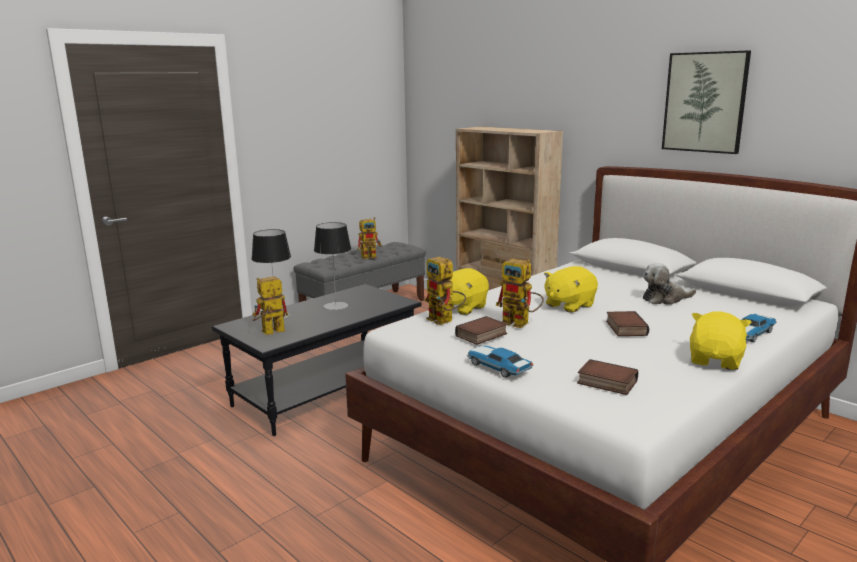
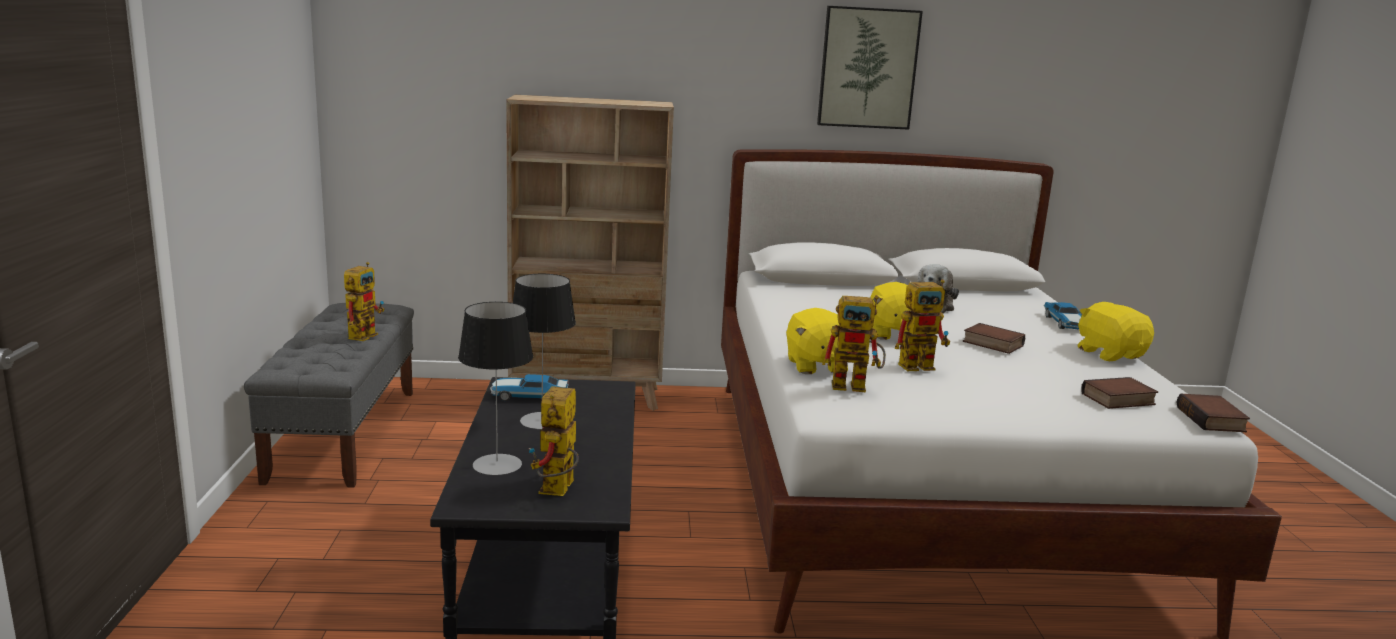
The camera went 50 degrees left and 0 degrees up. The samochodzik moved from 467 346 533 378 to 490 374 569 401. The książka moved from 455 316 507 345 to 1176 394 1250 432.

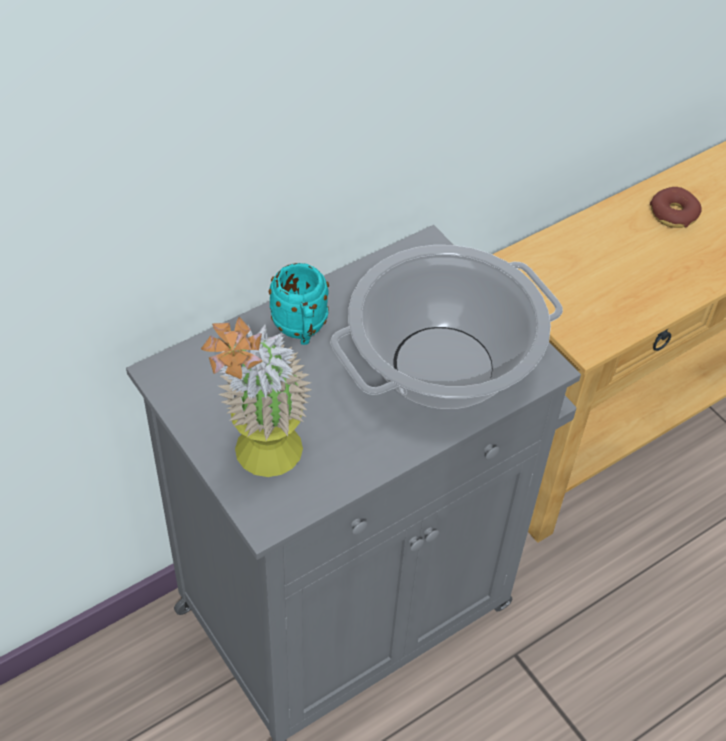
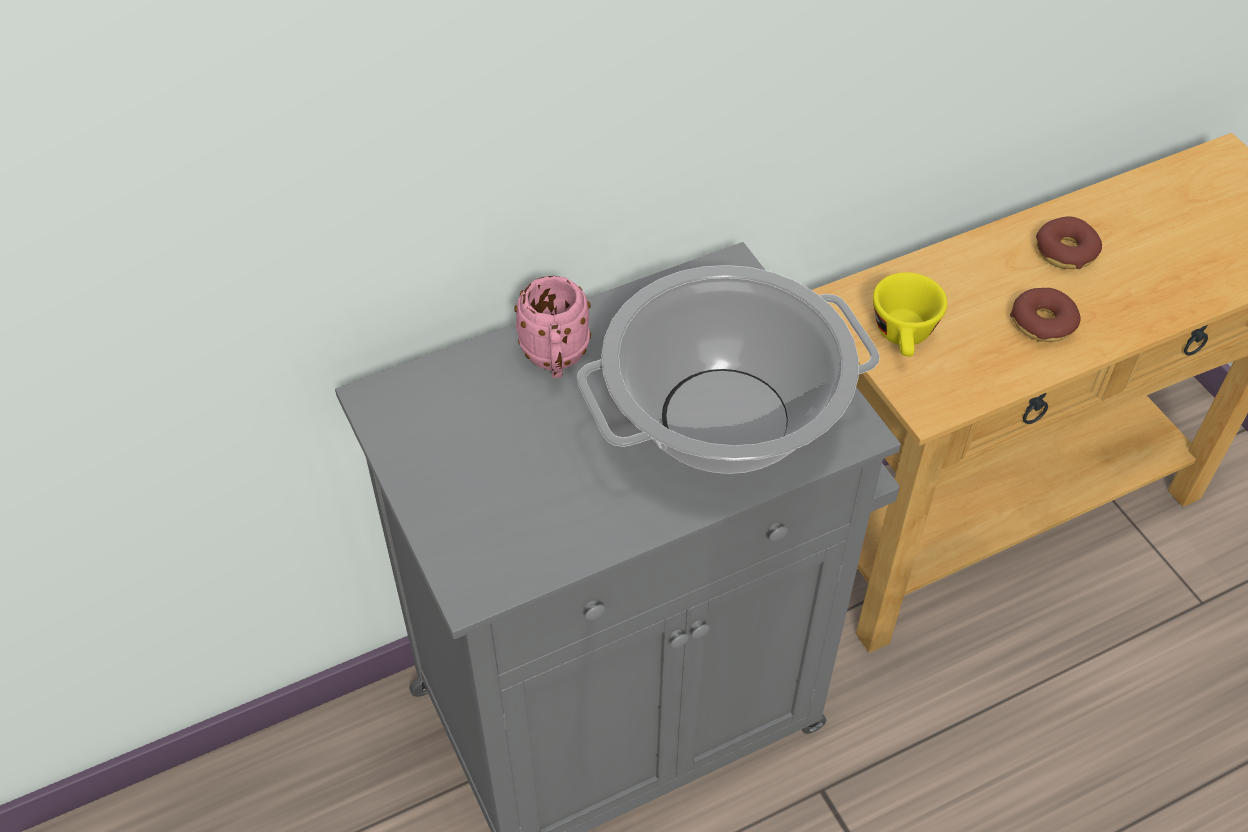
The camera went 10 degrees right and 0 degrees up. The kubek (turkusowy) at 269 263 329 345 became the kubek (różowy) at 514 276 591 378. The filiżanka (żółty) at 873 272 947 357 appeared. The donut at 1010 288 1081 342 appeared. The roślina doniczkowa at 201 317 312 477 disappeared.

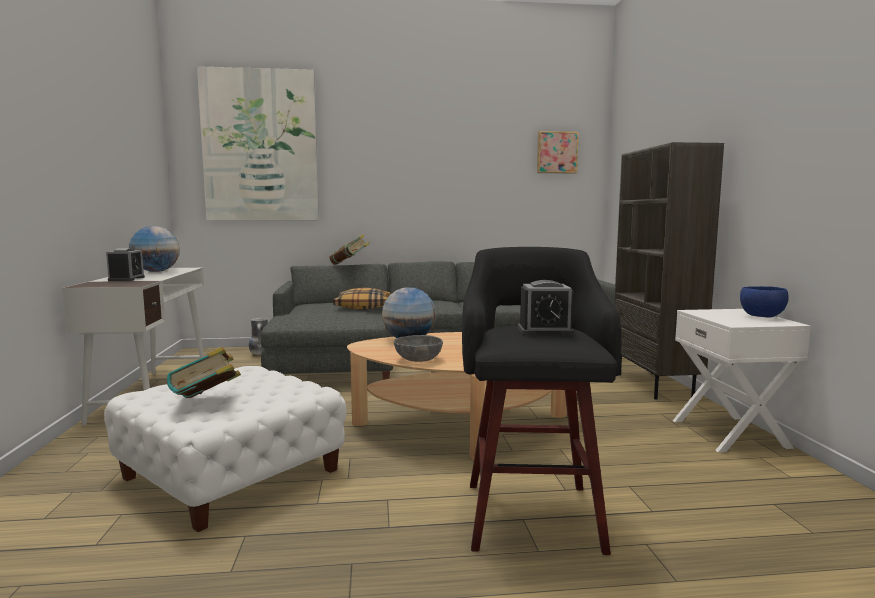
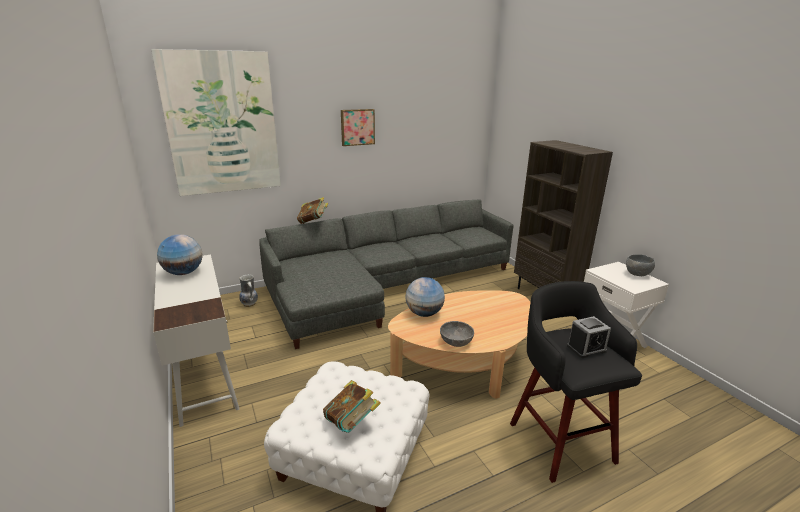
The camera went 20 degrees left and 15 degrees up. The obraz moved from 537 131 579 173 to 341 109 375 146. The miska (niebieski) at 740 286 789 318 became the miska (szary) at 626 254 655 276. The budzik at 106 248 145 281 disappeared. The poduszka at 333 288 391 310 disappeared.

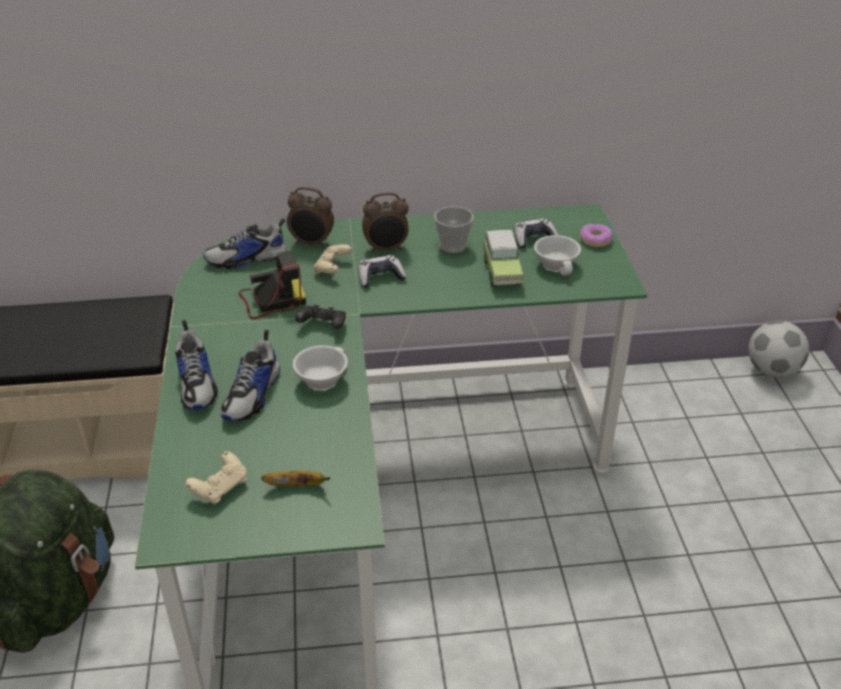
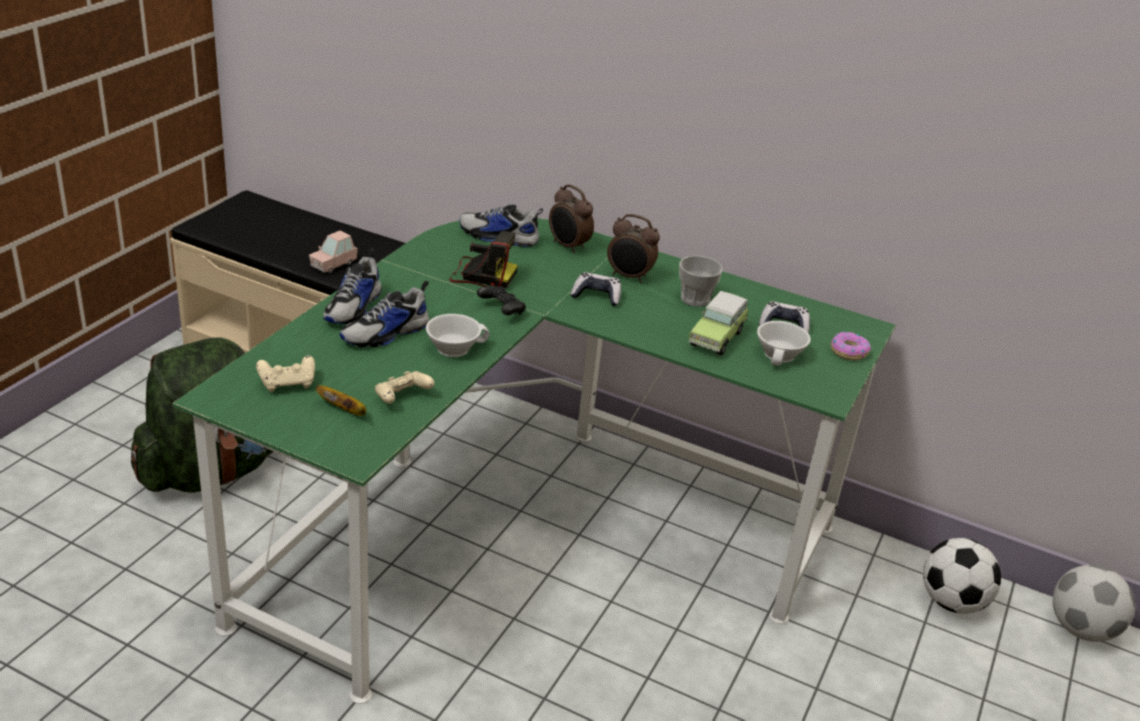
The camera went 30 degrees right and 5 degrees down. The samochodzik (różowy) at 309 230 358 273 appeared. The pad do gier (beżowy) moved from 313 244 352 274 to 375 371 435 404. The piłka futbolowa at 923 538 1001 614 appeared.

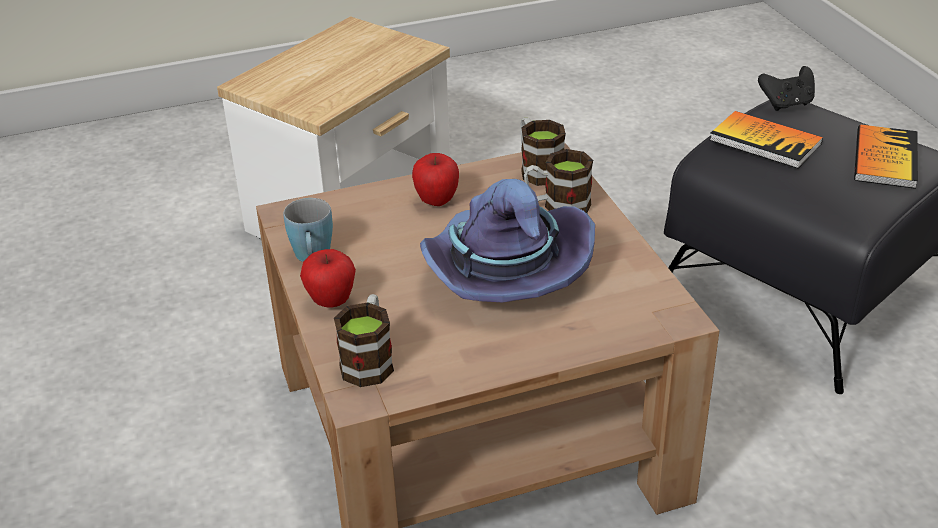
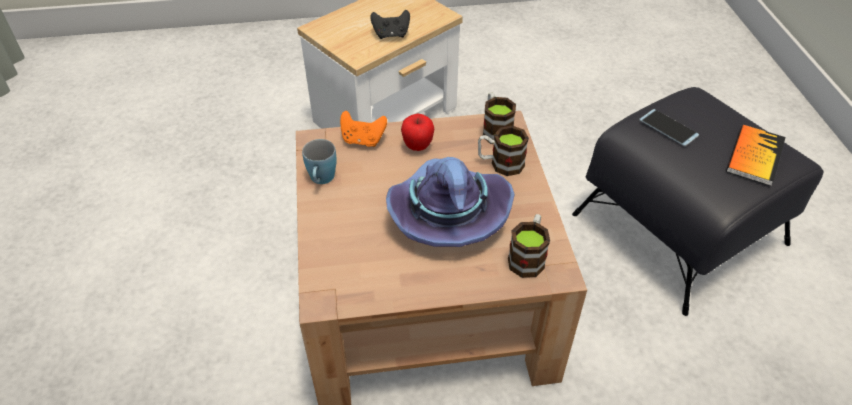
The camera went 10 degrees right and 10 degrees up. The pad do gier (pomarańczowy) at 340 111 387 147 appeared. The pad do gier (czarny) moved from 758 66 815 111 to 370 10 410 39. The kubek moved from 334 294 394 387 to 508 214 550 278. The książka at 710 111 823 168 was replaced by the telefon at 639 109 699 146. The jabłko at 300 249 356 308 disappeared.

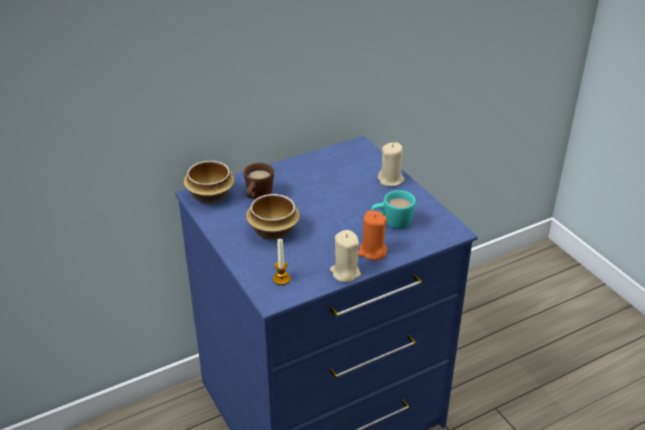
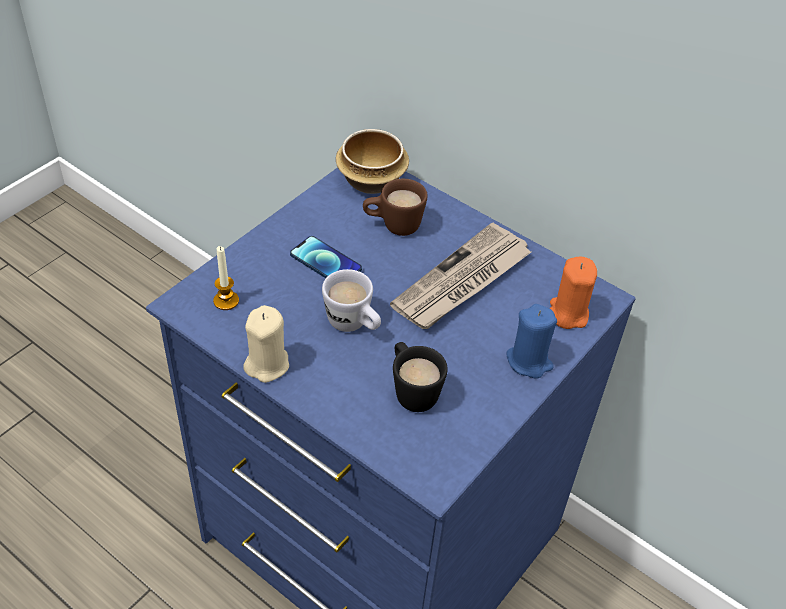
The camera went 65 degrees right and 10 degrees up. The miska at 246 194 300 240 was replaced by the telefon at 290 236 362 278. The kubek (biały) at 322 269 381 332 appeared. The gazeta at 390 223 531 329 appeared. The kubek (turkusowy) at 371 190 416 229 became the kubek (czarny) at 393 342 448 412. The świeca (beżowy) at 378 142 404 186 became the świeca (niebieski) at 506 304 557 379. The świeca (pomarańczowy) moved from 358 210 388 260 to 550 256 597 329.

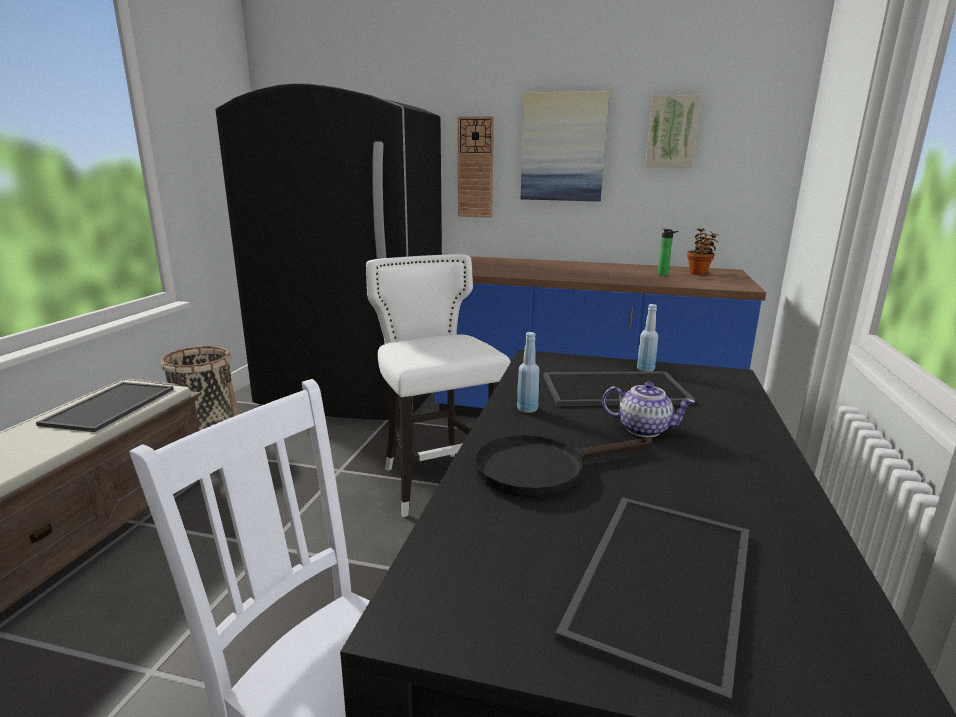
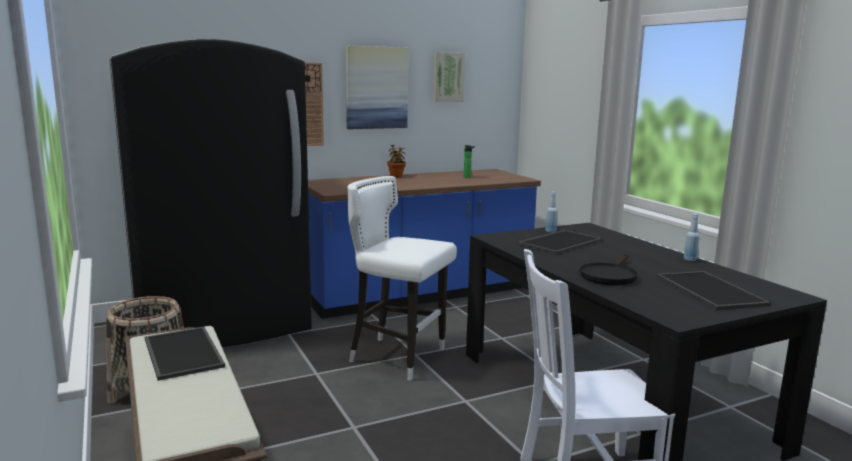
The camera went 40 degrees left and 5 degrees down. The roślina doniczkowa moved from 687 228 719 275 to 387 144 406 178. The butelka (niebieski) moved from 517 332 540 413 to 684 214 699 261. The imbryk at 602 382 695 437 disappeared.

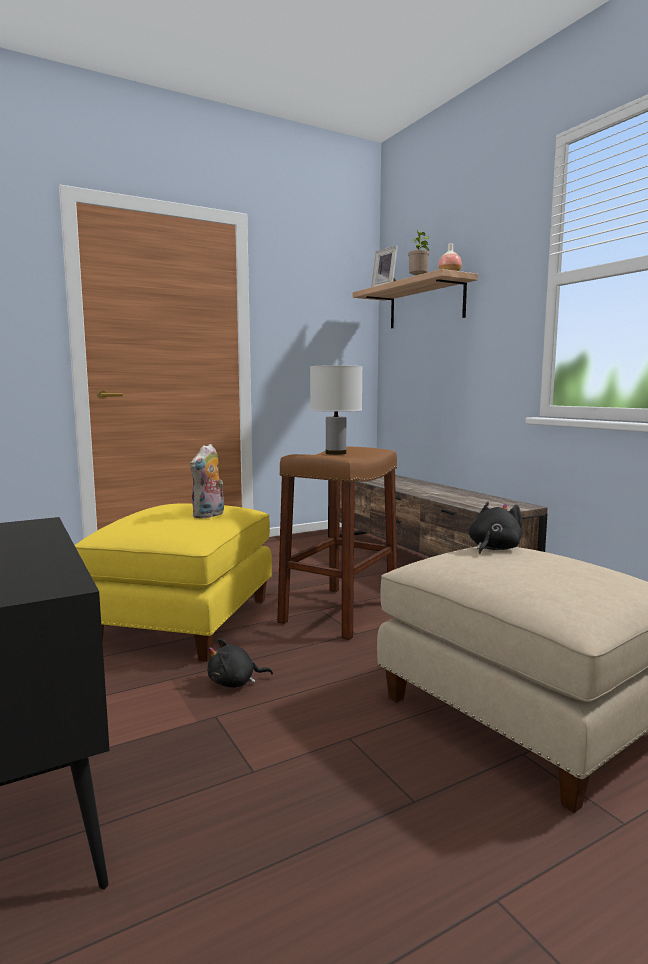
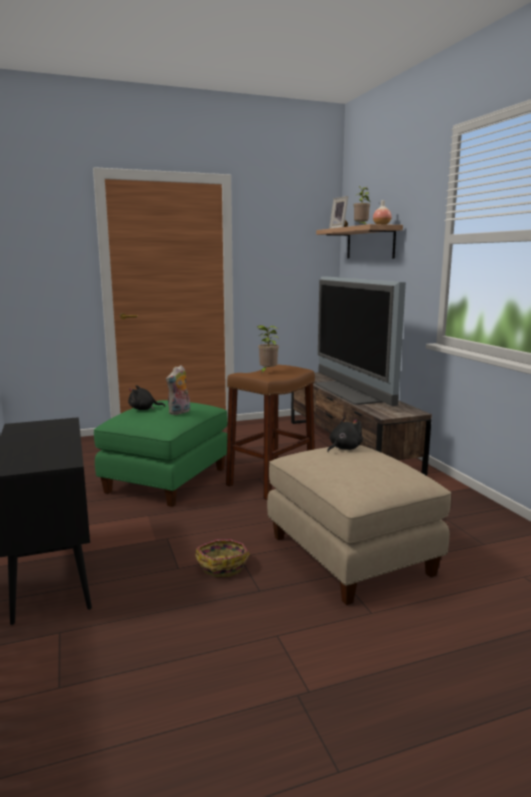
The camera went 10 degrees right and 5 degrees up. The pufa (żółty) at 75 503 272 662 became the pufa (zielony) at 94 400 227 507. The pluszak (czarny) moved from 207 638 273 688 to 128 385 165 410. The koszyk at 195 539 250 577 appeared. The lampa stołowa (biały) at 310 365 363 455 was replaced by the roślina doniczkowa at 257 325 279 374. The telewizor at 316 277 406 406 appeared.

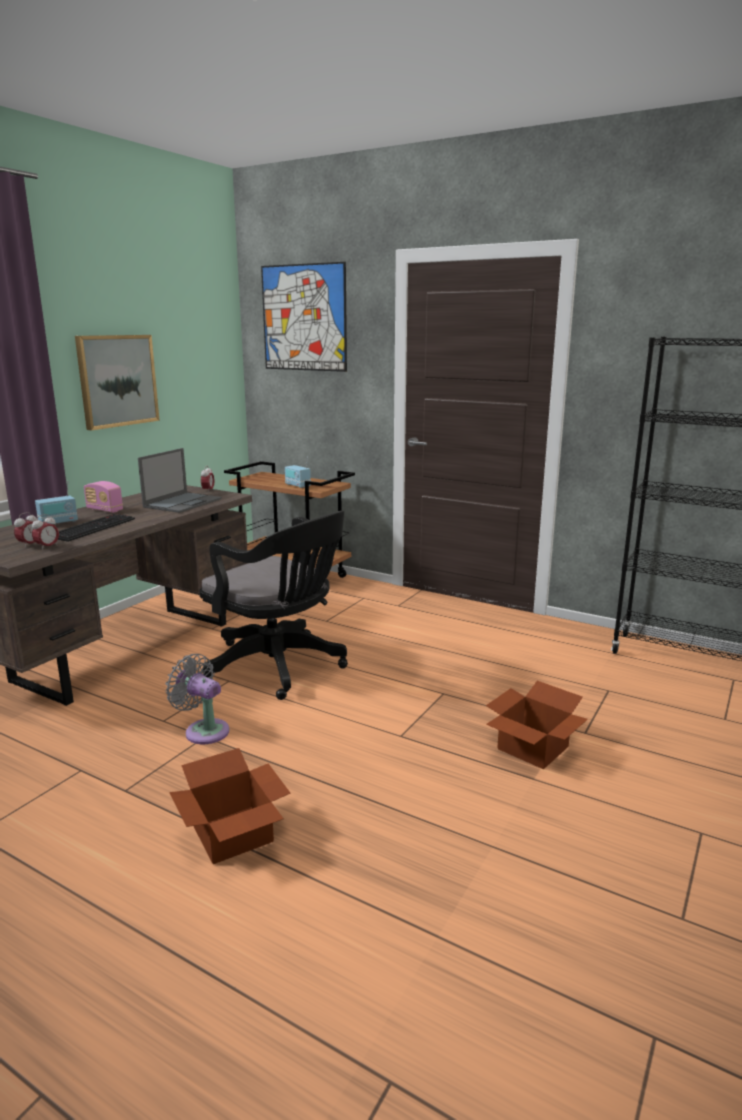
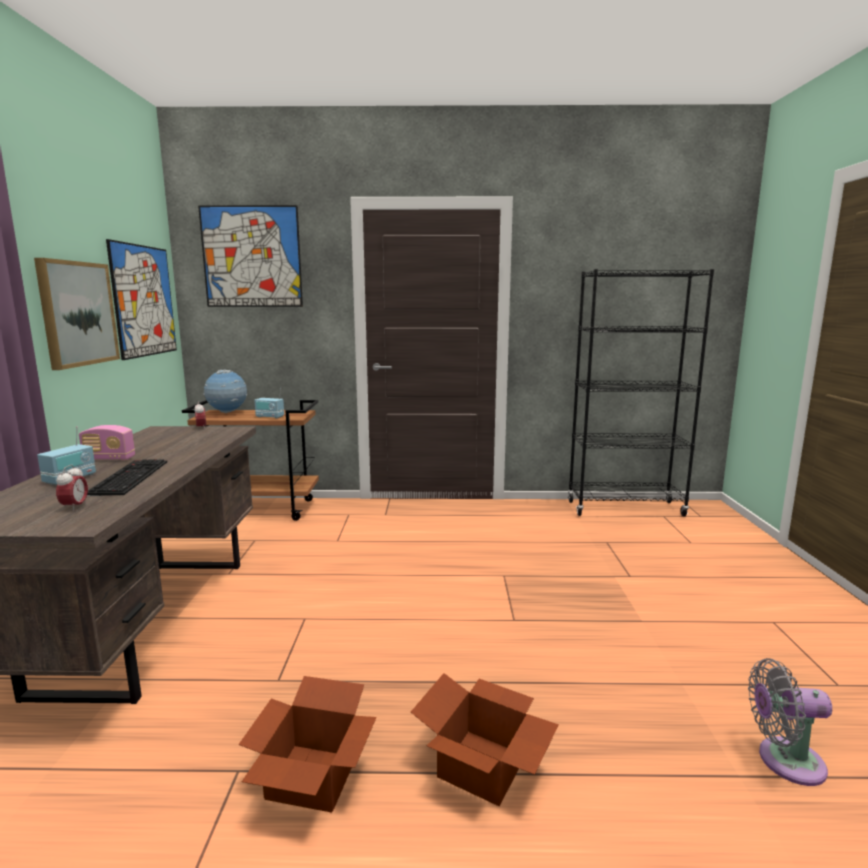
The camera went 30 degrees left and 5 degrees down. The obraz at 106 239 177 360 appeared. The globus at 203 370 247 413 appeared. The karton moved from 486 681 588 769 to 239 676 376 813. The wentylator (szary) moved from 165 654 229 744 to 748 658 832 786. The budzik at 32 514 59 550 disappeared. The laptop at 138 448 222 513 disappeared. The krzesło biurowe (czarny) at 199 511 348 700 disappeared.

